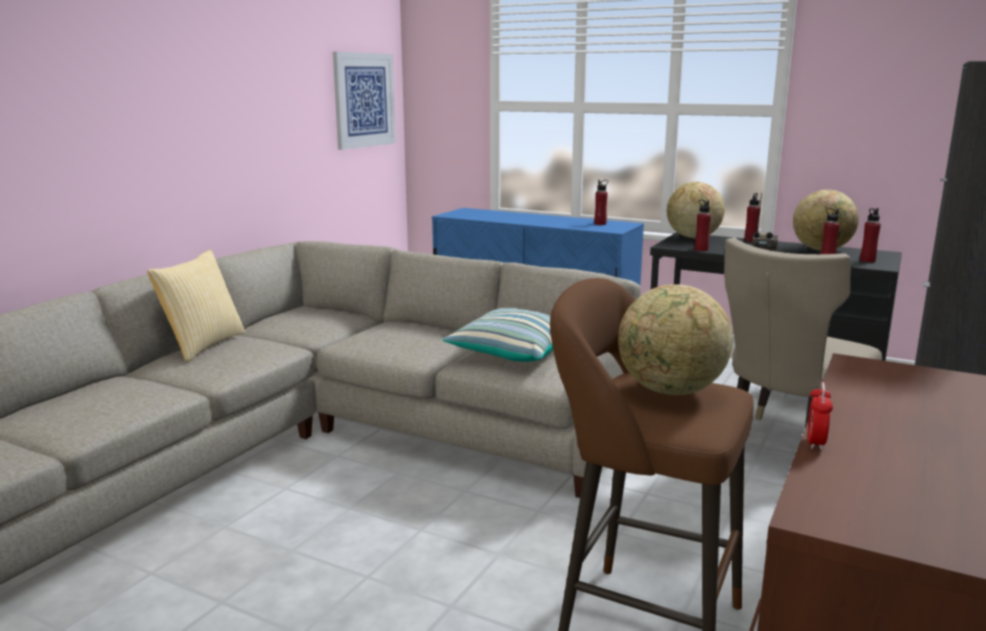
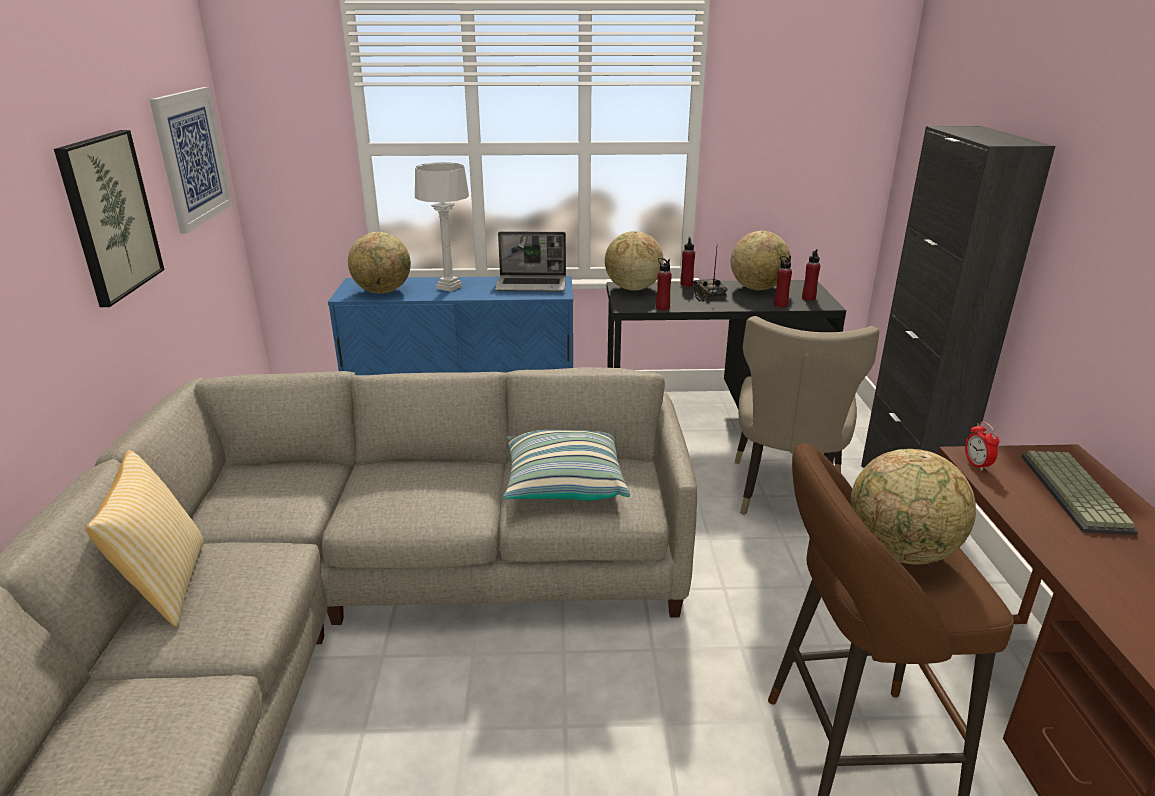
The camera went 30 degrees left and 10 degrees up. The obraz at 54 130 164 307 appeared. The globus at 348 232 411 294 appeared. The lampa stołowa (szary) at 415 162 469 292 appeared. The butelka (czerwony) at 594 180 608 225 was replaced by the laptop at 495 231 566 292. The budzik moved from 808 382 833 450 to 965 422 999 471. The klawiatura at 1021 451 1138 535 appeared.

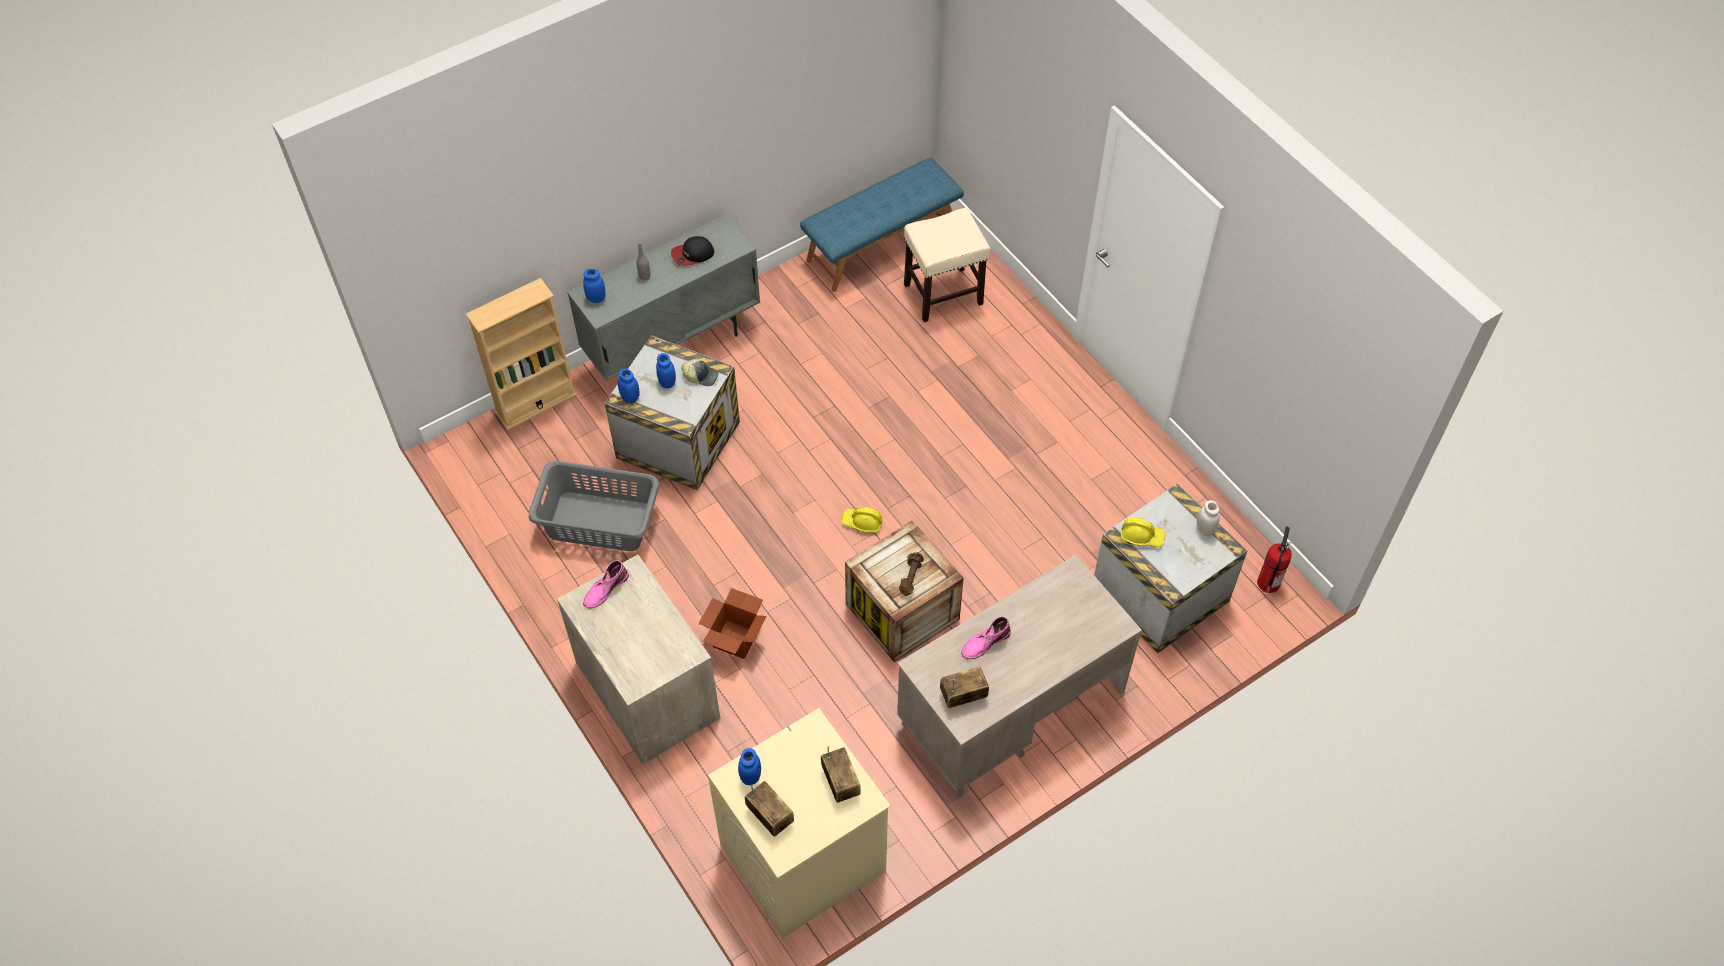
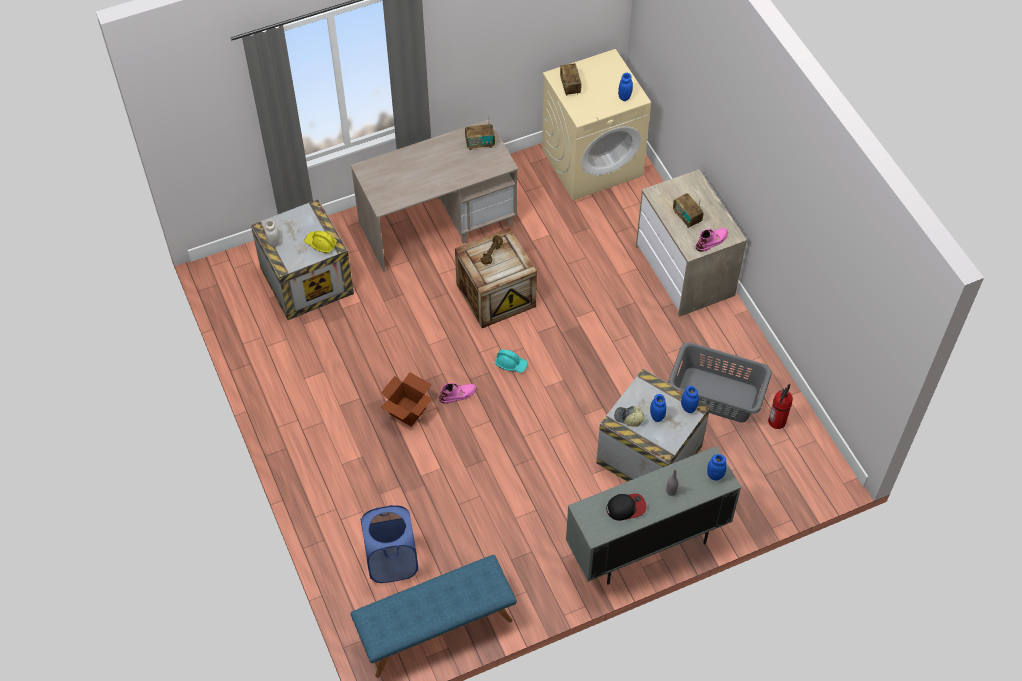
The camera went 170 degrees left and 0 degrees up. The stołek (beżowy) at 904 208 990 322 was replaced by the kosz na pranie (niebieski) at 361 505 418 583. The karton moved from 699 588 767 659 to 381 372 433 427. The but z cholewką (różowy) moved from 961 616 1011 659 to 439 383 477 404. The kask (żółty) at 842 507 883 533 became the kask (turkusowy) at 495 349 528 373. The radio moved from 745 781 794 837 to 673 193 704 228. The gaśnica moved from 1257 527 1292 593 to 768 384 793 429. The regał (beżowy) at 466 278 577 430 disappeared.

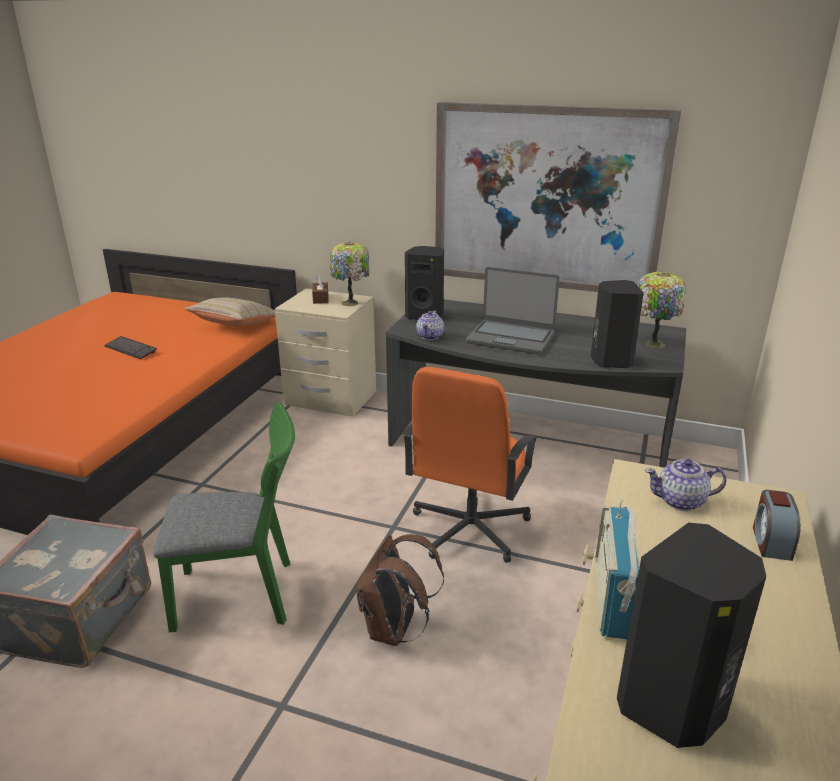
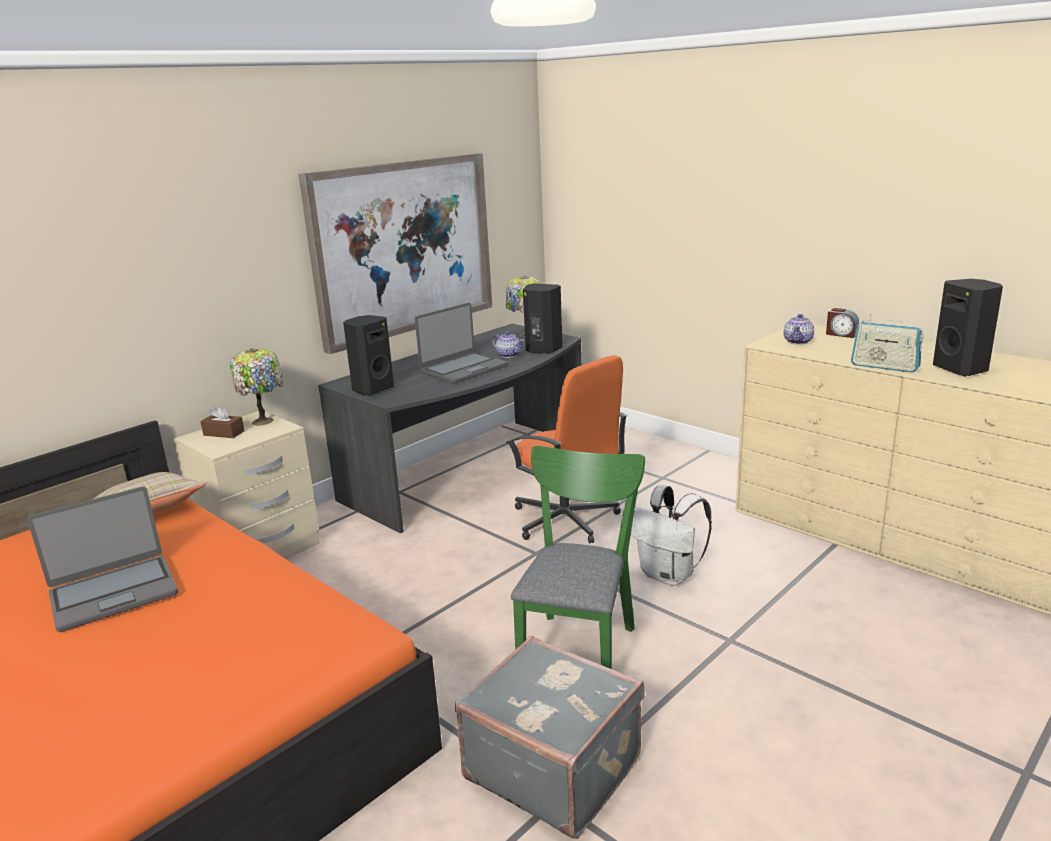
The camera went 65 degrees left and 5 degrees down. The klawiatura at 104 336 157 359 was replaced by the laptop at 27 486 178 632. The imbryk moved from 416 310 444 340 to 492 332 524 358. The plecak (brązowy) at 356 534 444 646 became the plecak (biały) at 631 485 712 586.

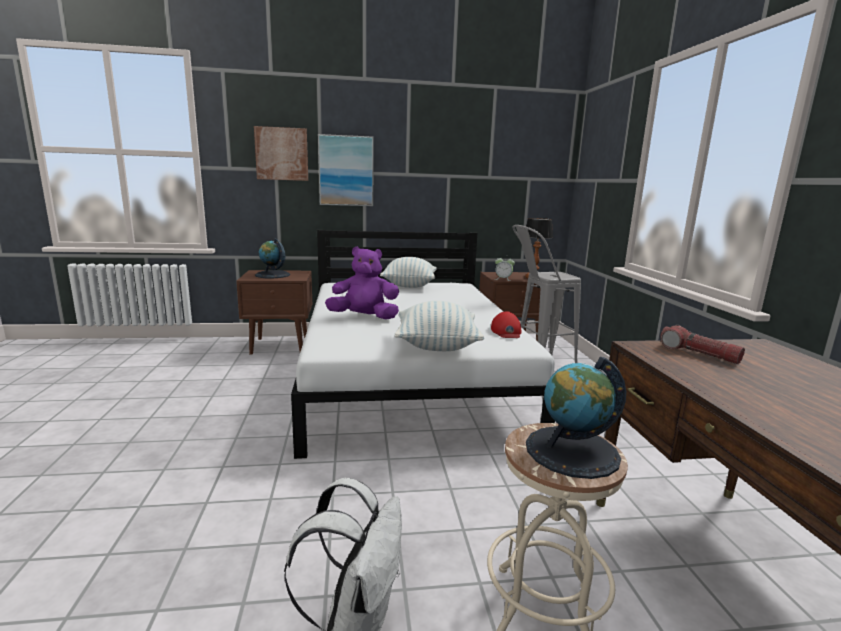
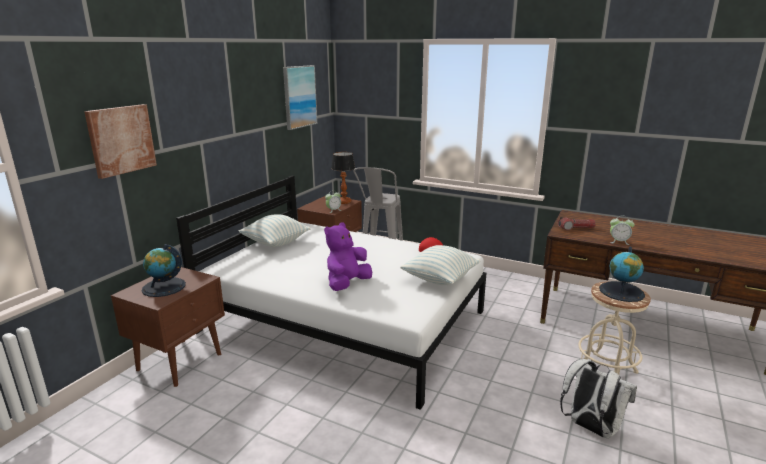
The camera went 55 degrees left and 5 degrees up. The obraz moved from 318 134 374 206 to 283 65 317 130. The budzik at 610 216 635 245 appeared.

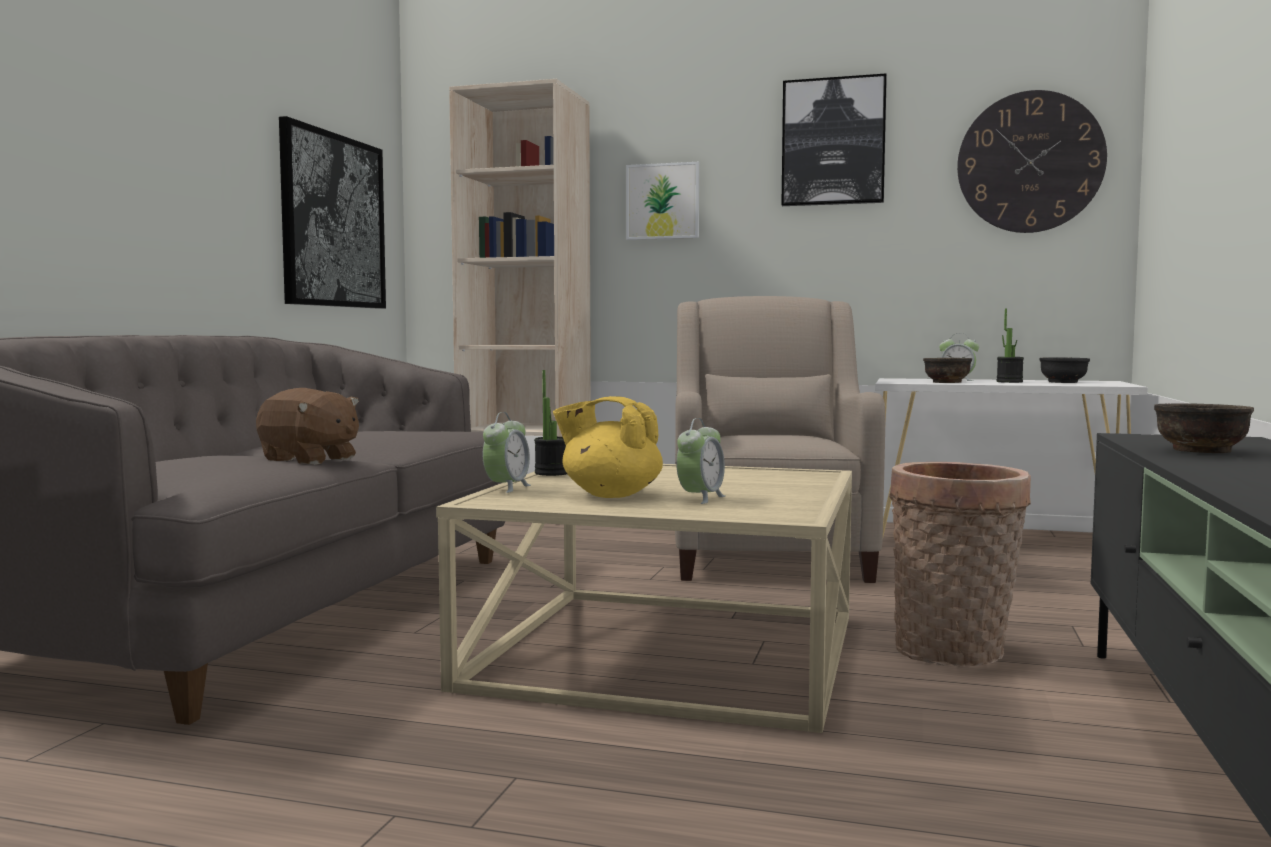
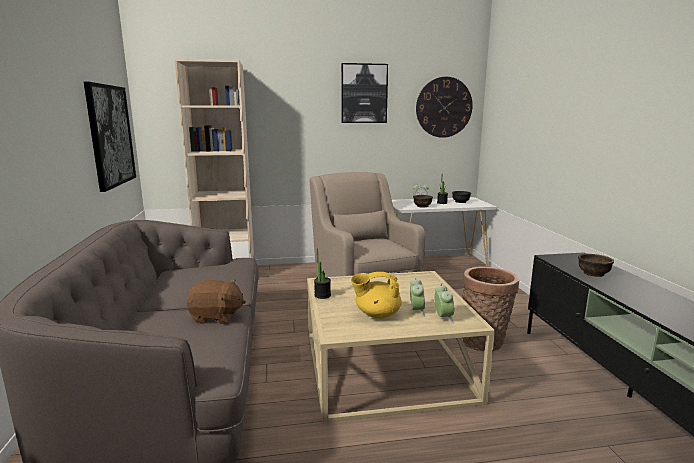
The camera went 25 degrees left and 10 degrees up. The budzik moved from 483 412 531 493 to 435 283 454 324. The obraz at 626 162 699 240 disappeared.

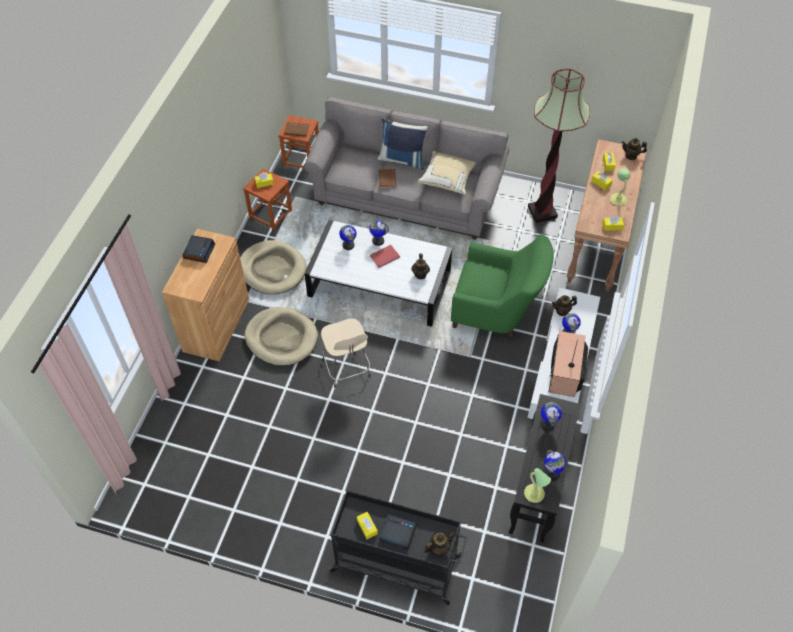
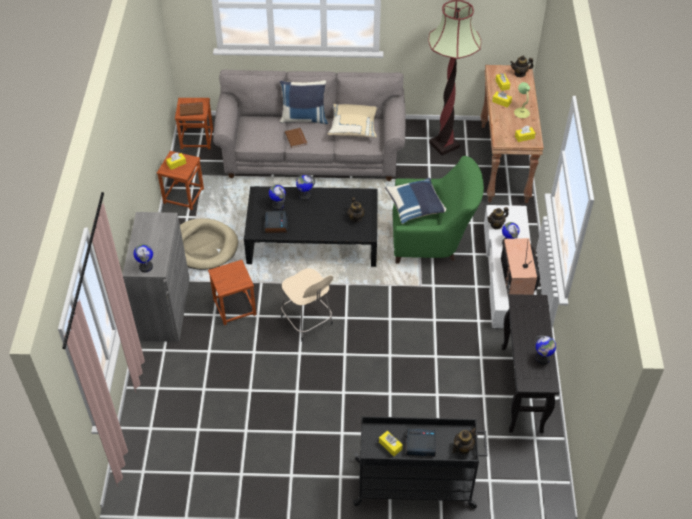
The camera went 15 degrees left and 5 degrees down. The szafka (brązowy) at 162 229 249 361 became the szafka (szary) at 122 212 190 342. The globus moved from 541 402 562 430 to 134 244 153 272. The legowisko (beżowy) at 244 307 318 366 was replaced by the stołek (brązowy) at 208 260 256 325. The ława (biały) at 304 220 452 327 became the ława (czarny) at 244 186 378 267. The budzik moved from 182 235 215 263 to 265 211 288 233. The poduszka (niebieski) at 385 178 446 224 appeared. The książka (czerwony) at 370 245 400 268 disappeared. The lampa stołowa at 524 468 551 503 disappeared.

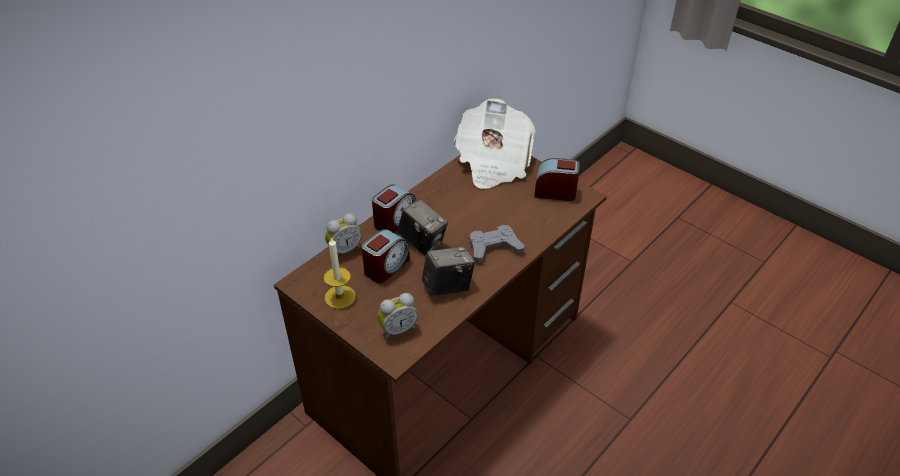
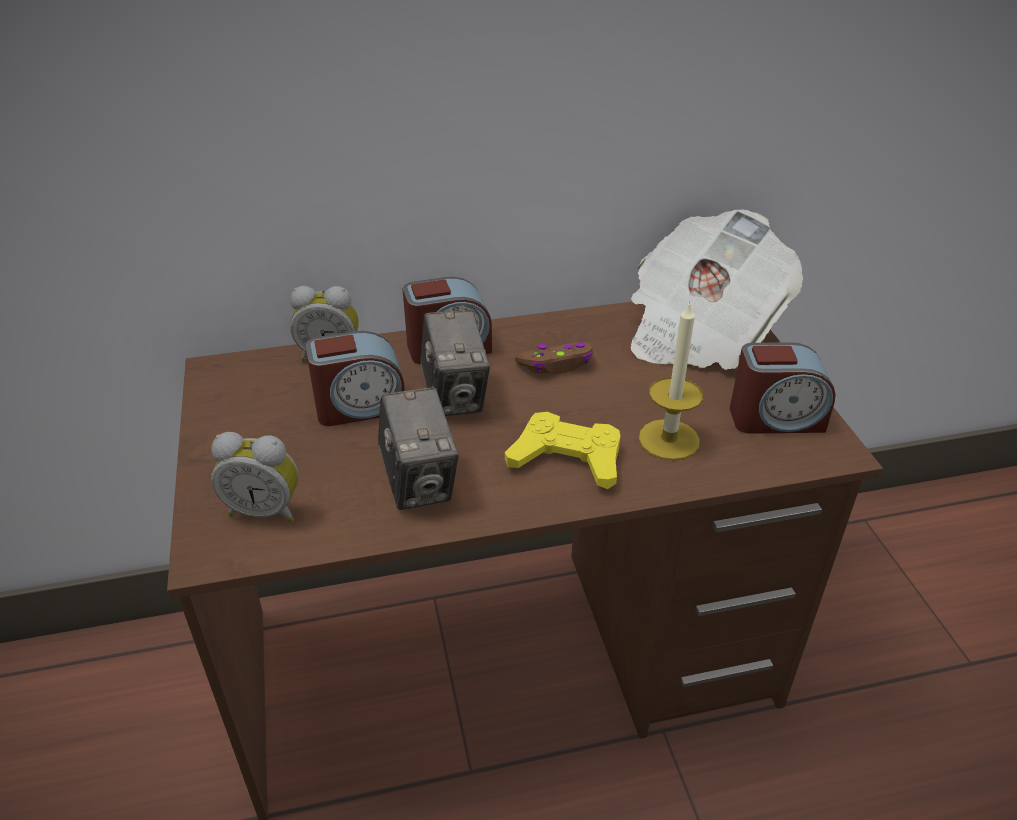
The camera went 35 degrees right and 5 degrees down. The aparat fotograficzny at 422 247 475 297 turned 60 degrees clockwise. The pad do gier (szary) at 470 225 525 262 became the pad do gier (żółty) at 505 412 620 489. The pad do gier (brązowy) at 515 342 593 375 appeared. The świeca moved from 324 237 356 309 to 639 300 703 460. The budzik at 534 158 580 201 turned 135 degrees clockwise.

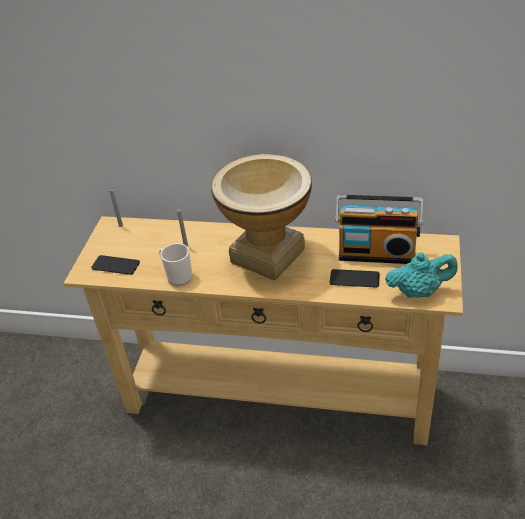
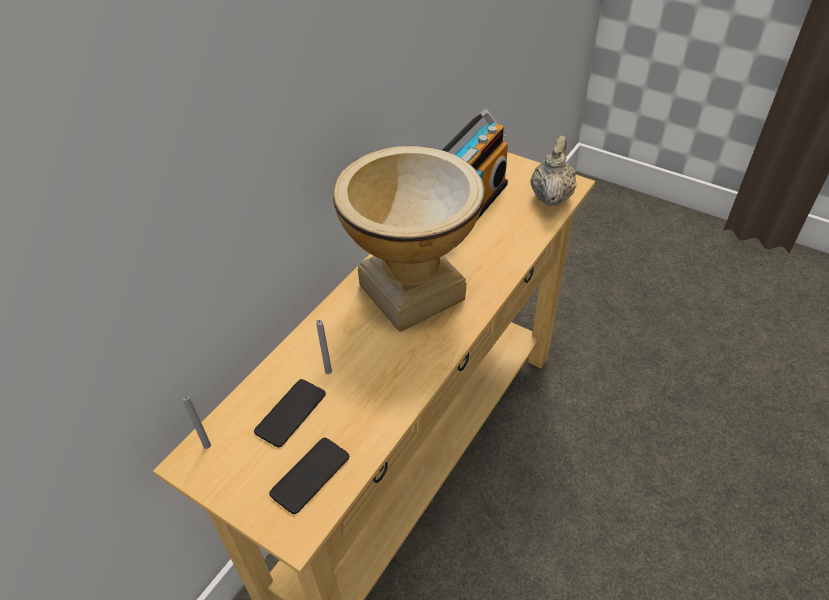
The camera went 70 degrees left and 5 degrees up. The telefon moved from 330 269 380 287 to 254 379 326 447. The imbryk (turkusowy) at 385 252 457 298 became the imbryk (beżowy) at 531 136 577 206. The kubek at 159 243 192 285 disappeared.

